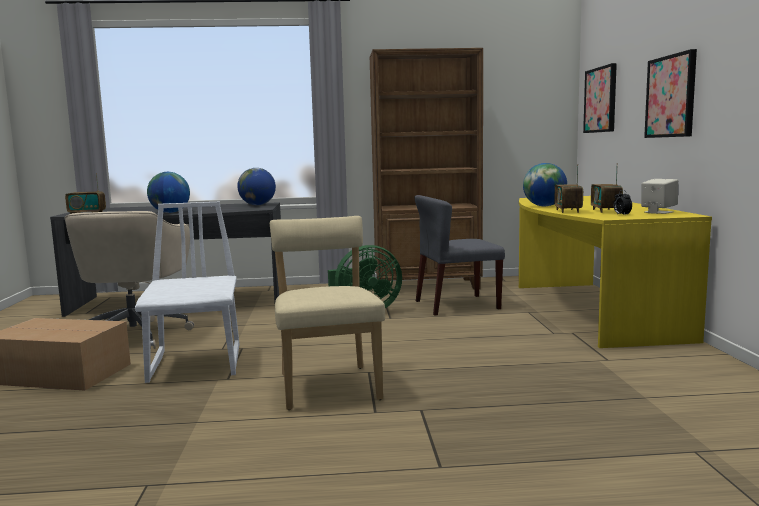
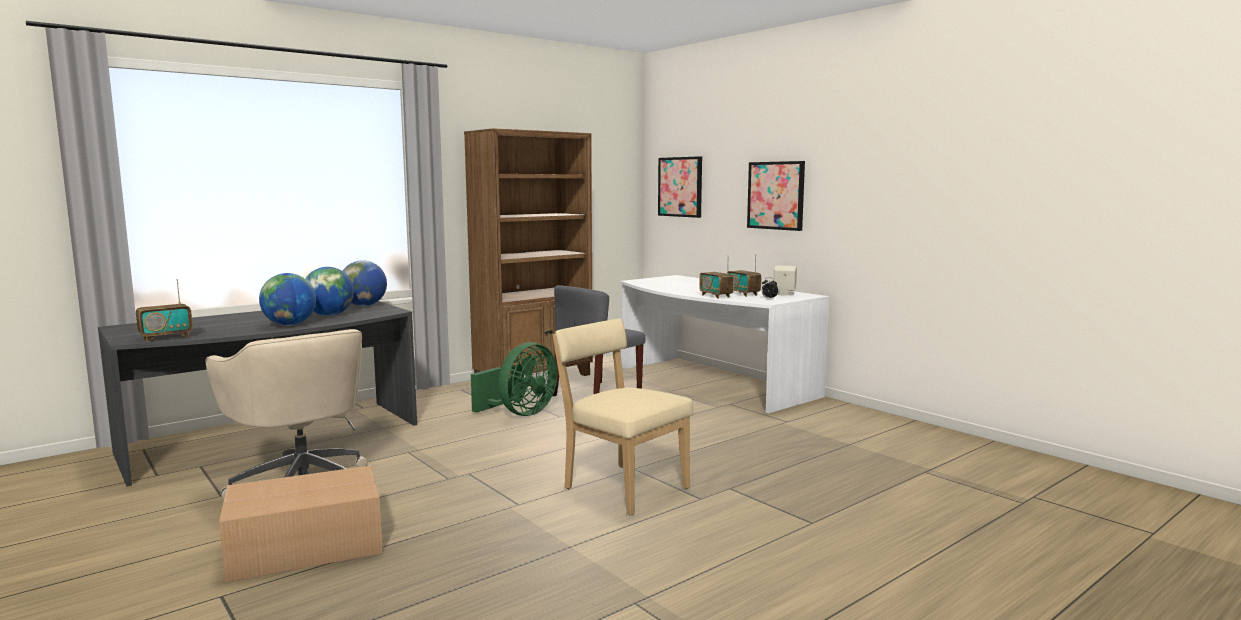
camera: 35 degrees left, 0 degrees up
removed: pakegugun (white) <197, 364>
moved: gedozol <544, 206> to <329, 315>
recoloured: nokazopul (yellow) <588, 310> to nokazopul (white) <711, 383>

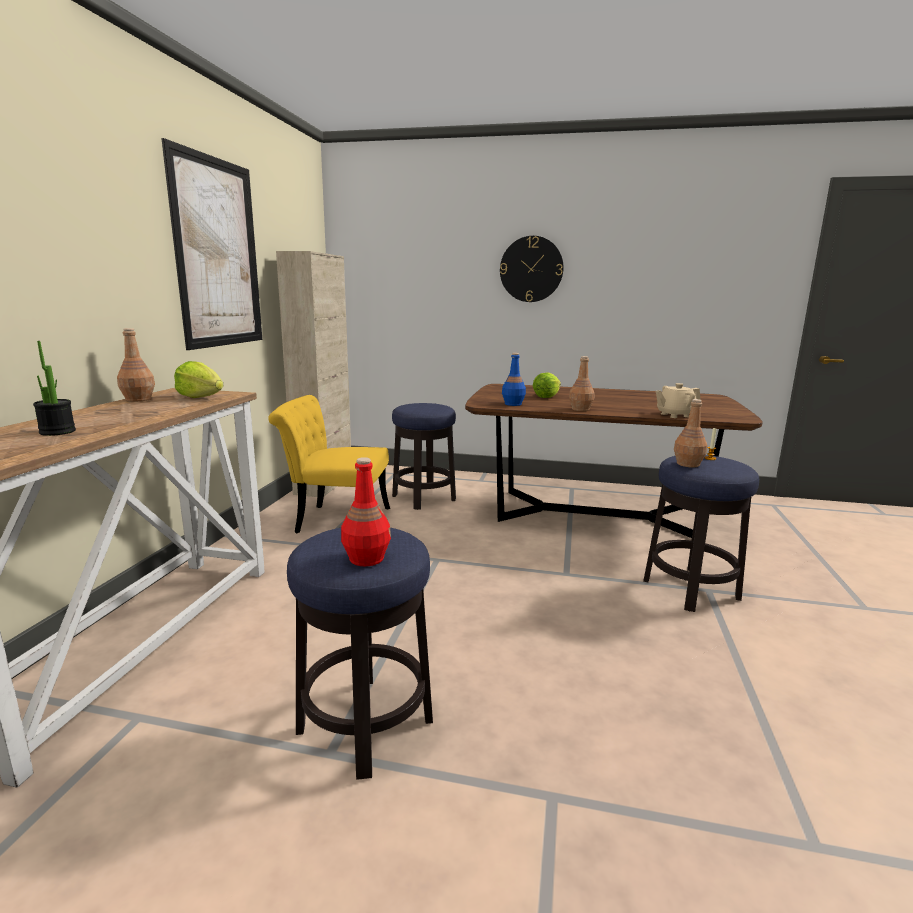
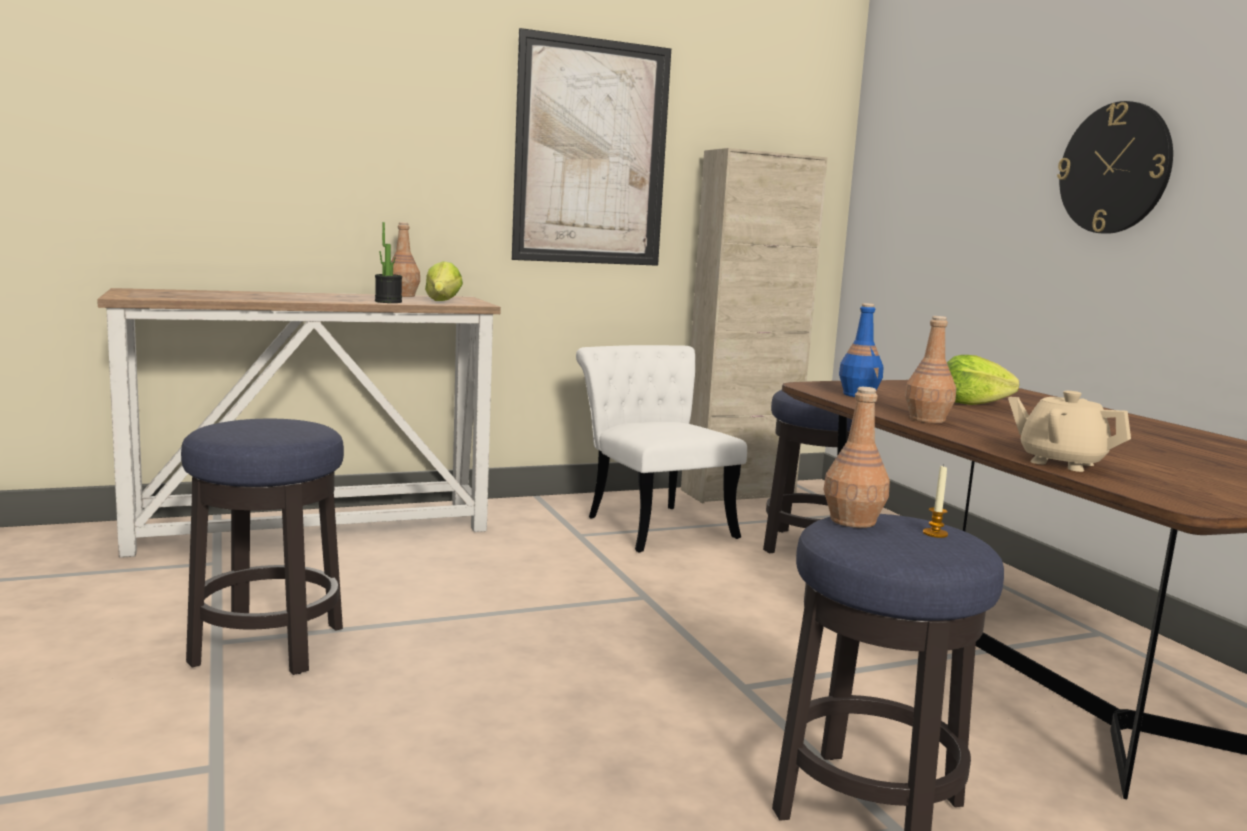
camera: 55 degrees right, 5 degrees down
removed: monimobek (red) <366, 558>
moved: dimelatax <57, 432> to <388, 302>
recoloured: pakegugun (yellow) <335, 520> to pakegugun (white) <652, 524>

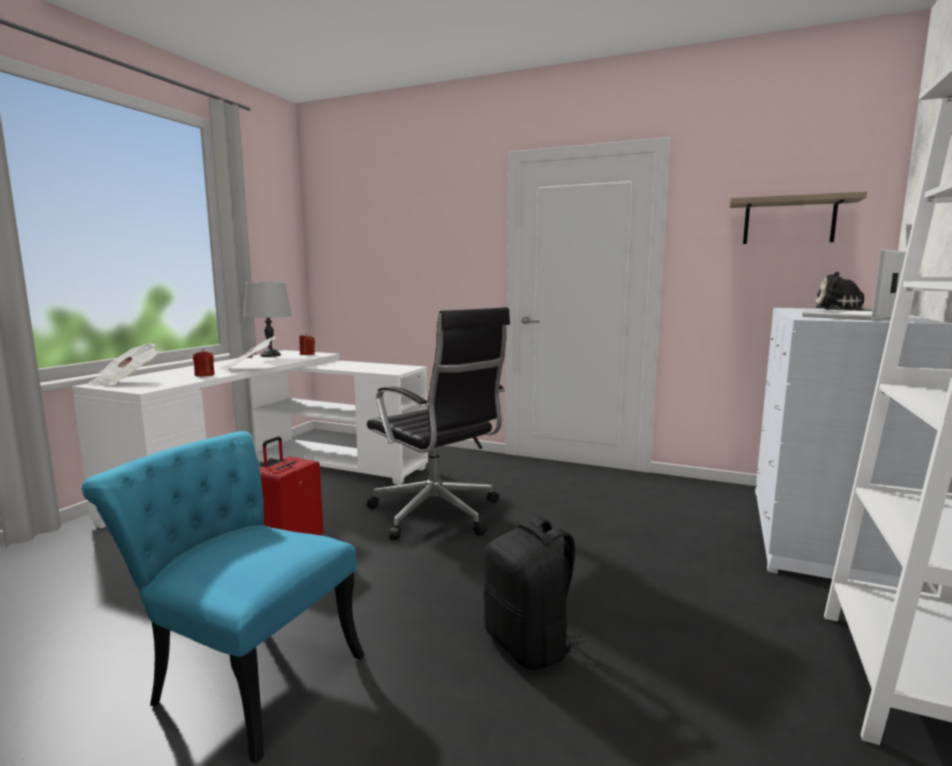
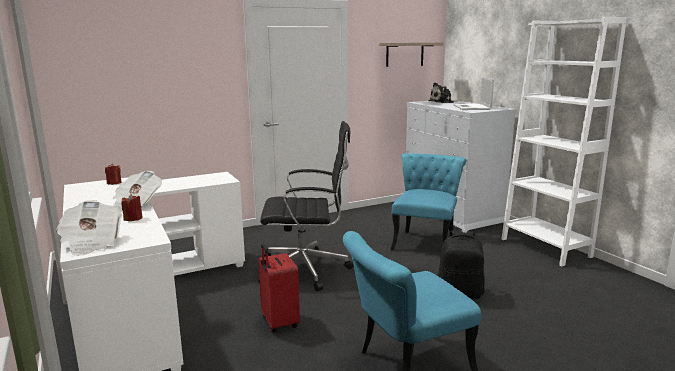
camera: 50 degrees left, 5 degrees up
removed: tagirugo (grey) <270, 355>
added: pakegugun (turquoise) <425, 241>

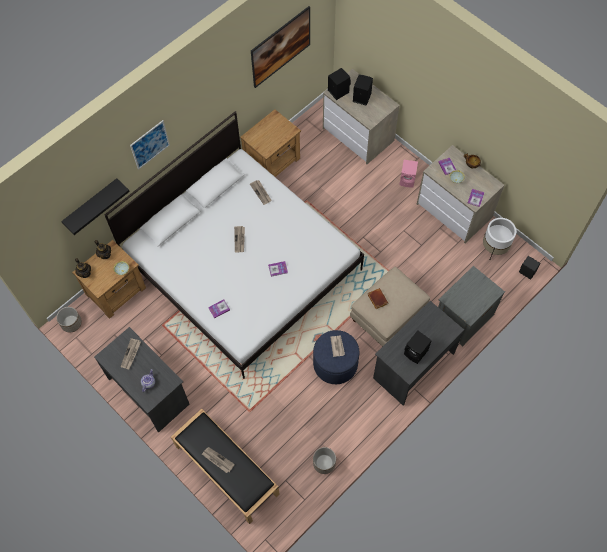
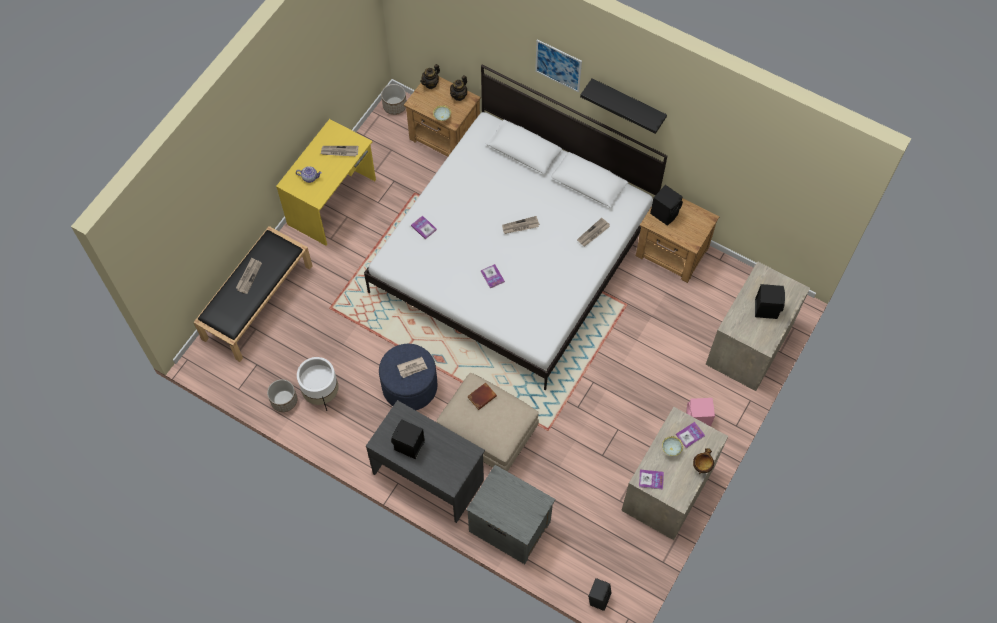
camera: 75 degrees right, 0 degrees up
removed: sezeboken <281, 56>
moved: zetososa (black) <91, 205> to <628, 104>; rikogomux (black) <338, 91> to <665, 213>; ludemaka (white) <494, 248> to <321, 394>
recoloured: nokazopul (grey) <149, 390> to nokazopul (yellow) <333, 202>

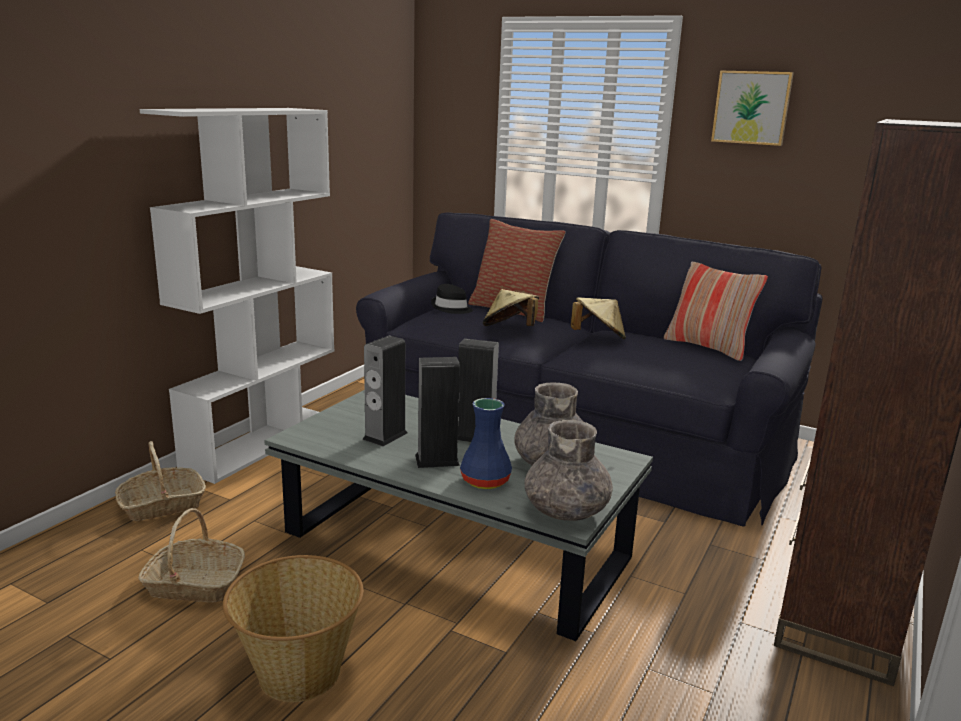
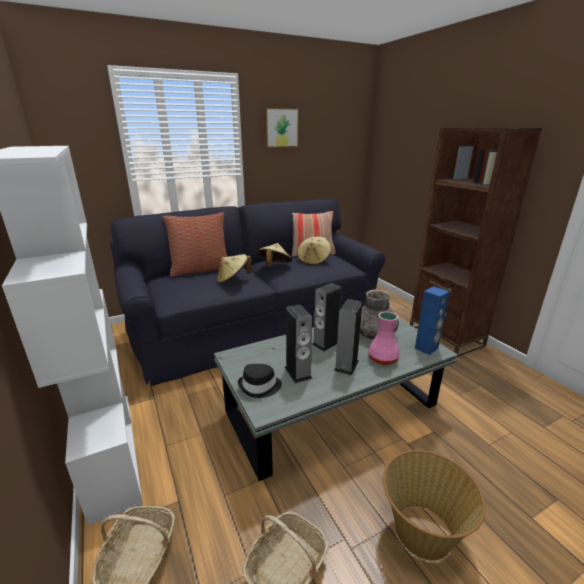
camera: 55 degrees left, 5 degrees up
added: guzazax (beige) <314, 261>
moved: guzazax (black) <451, 308> to <260, 386>
replaced: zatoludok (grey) <566, 510> to rikogomux (blue) <426, 348>
recoloured: zatoludok (blue) <484, 480> to zatoludok (pink) <382, 359>

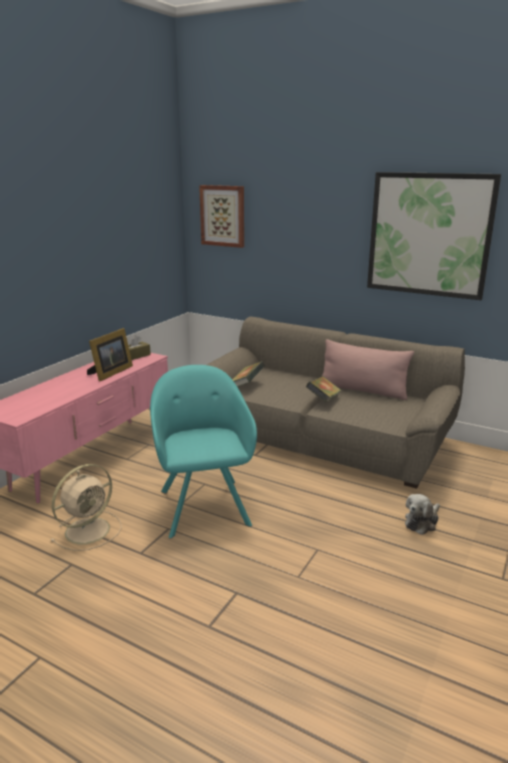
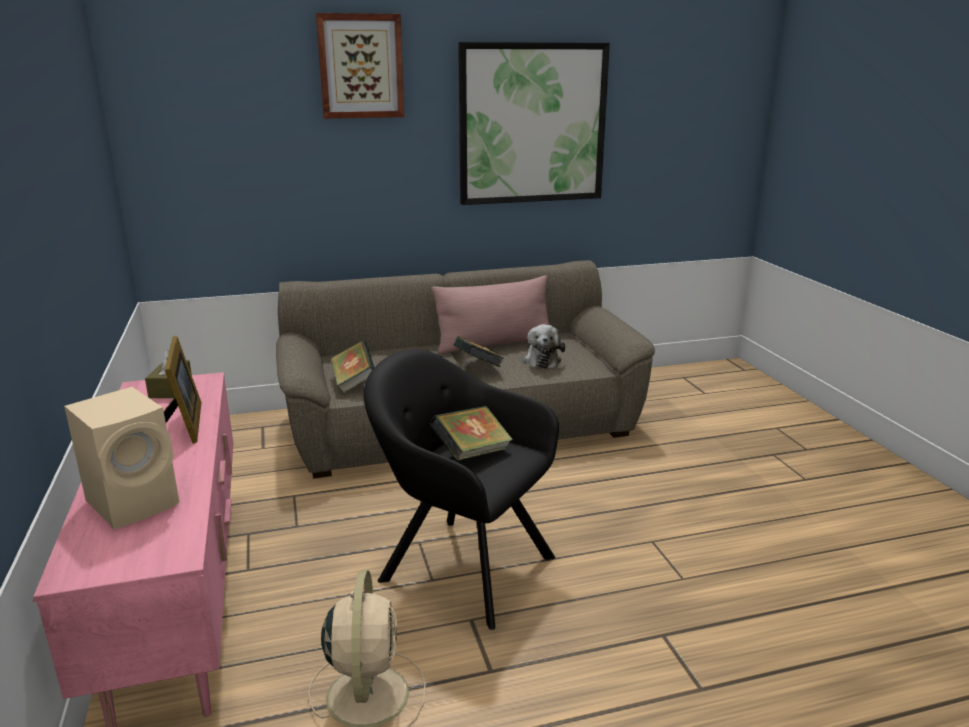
camera: 45 degrees left, 0 degrees up
added: rikogomux (beige) <136, 502>; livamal <472, 453>
moved: sezeboken <223, 216> to <361, 66>; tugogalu <422, 522> to <542, 360>
recoloured: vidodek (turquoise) <203, 504> to vidodek (black) <460, 566>

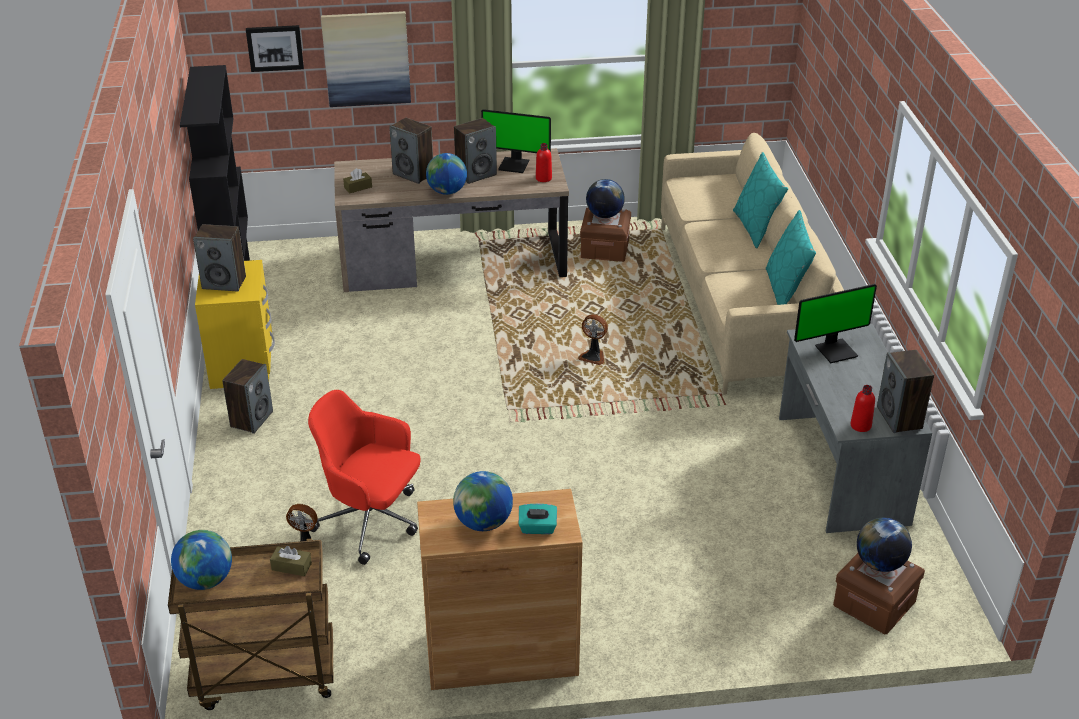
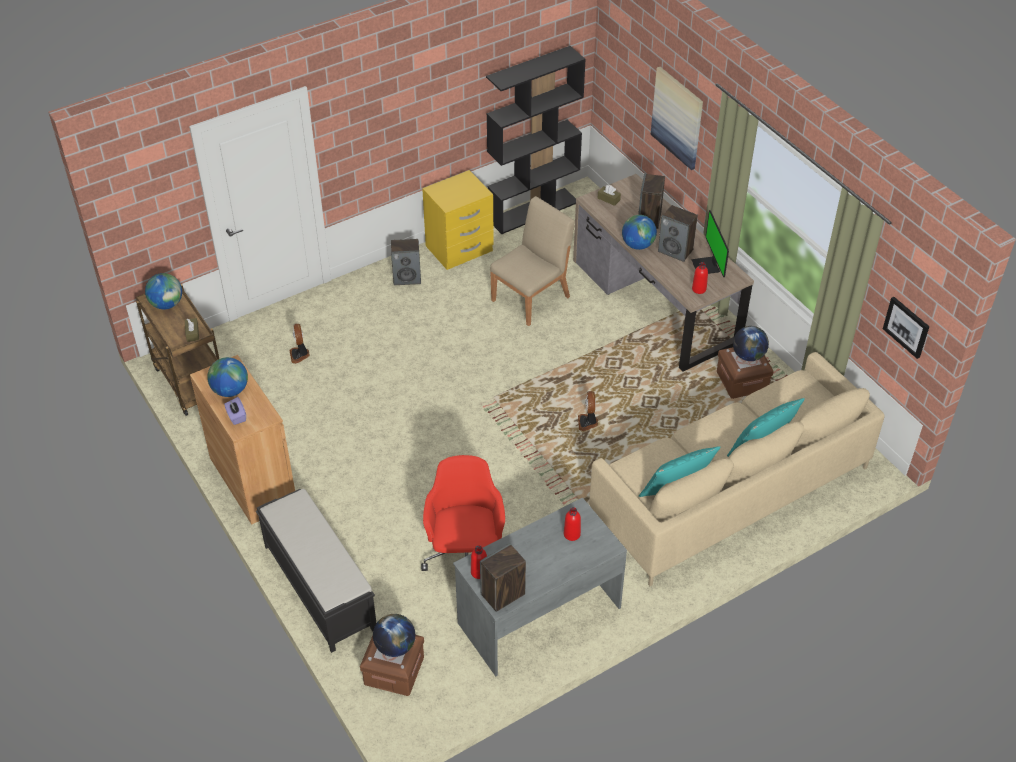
camera: 65 degrees right, 10 degrees up
removed: rikogomux <224, 282>
added: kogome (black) <319, 586>; pakegugun (beige) <531, 298>
moved: sezeboken <275, 47> to <906, 327>; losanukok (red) <371, 521> to <465, 554>
replaced: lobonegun <835, 350> to monimobek (red) <572, 534>
recoloured: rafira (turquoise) <537, 528> to rafira (purple) <236, 416>

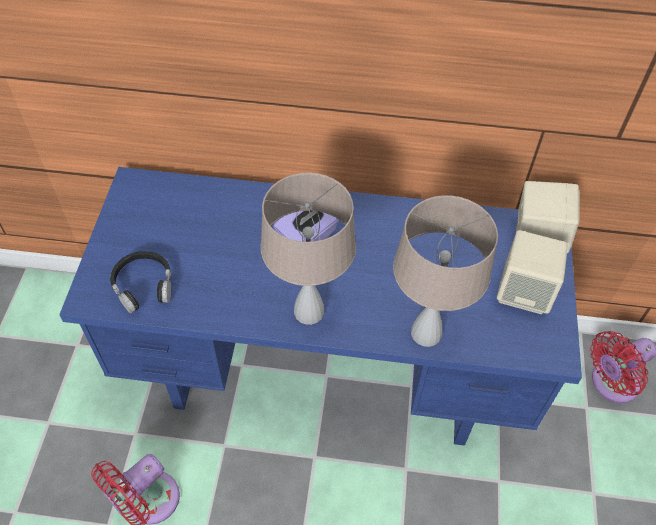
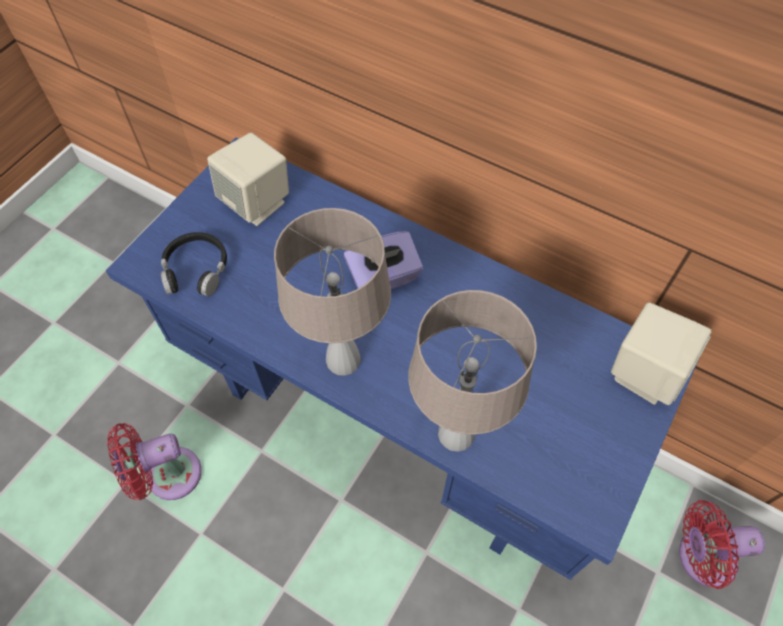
camera: 25 degrees right, 5 degrees up
moved: rikogomux (beige) <524, 292> to <257, 203>

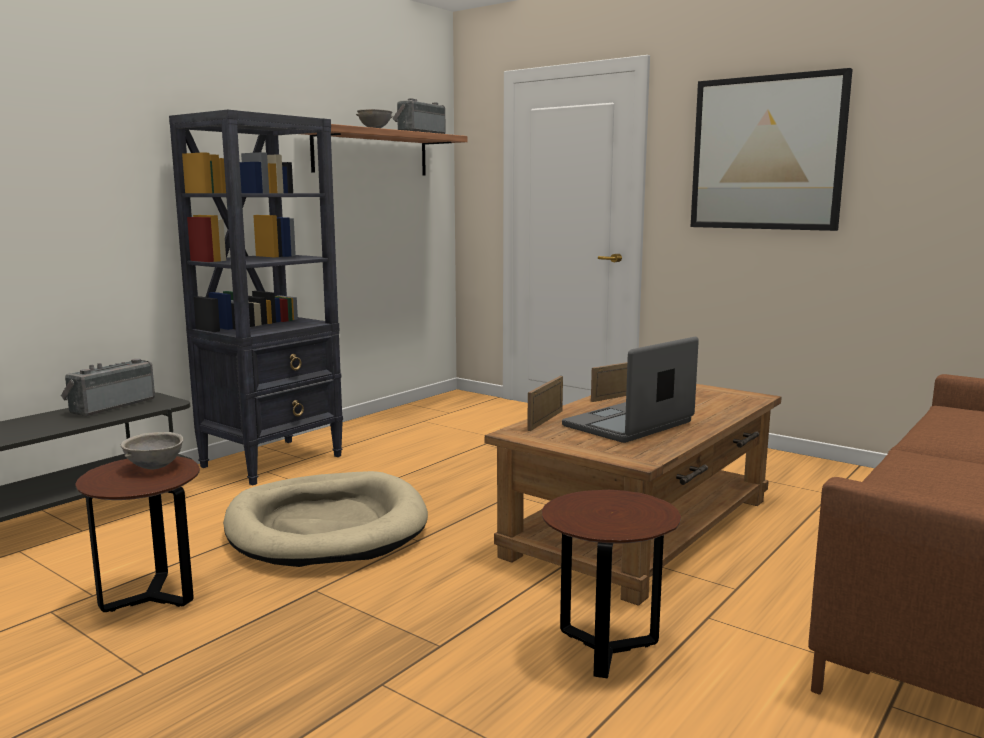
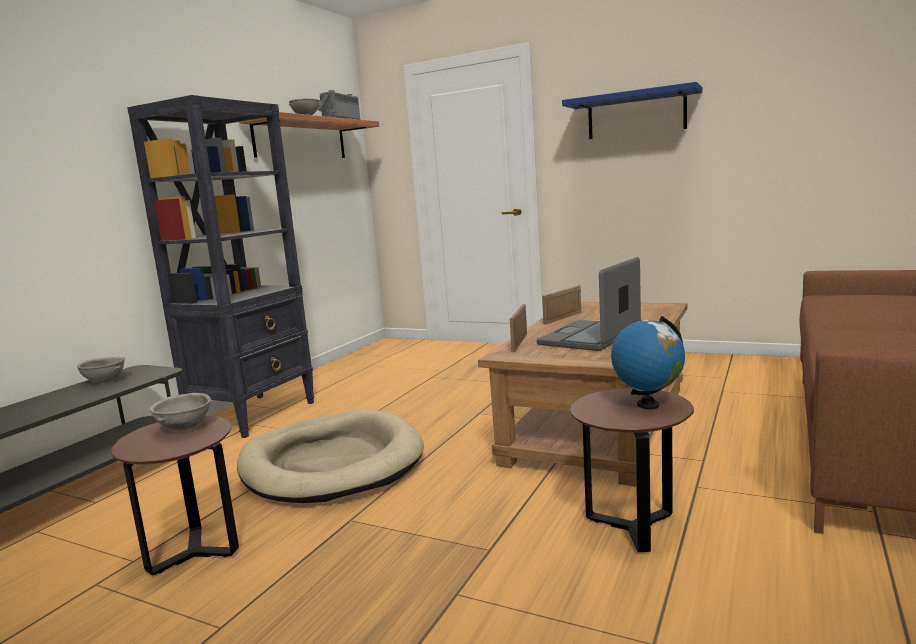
camera: 10 degrees left, 0 degrees up
added: gedozol <647, 405>
replaced: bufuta <110, 406> to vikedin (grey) <105, 381>; sezeboken <767, 153> to zetososa (blue) <636, 115>

